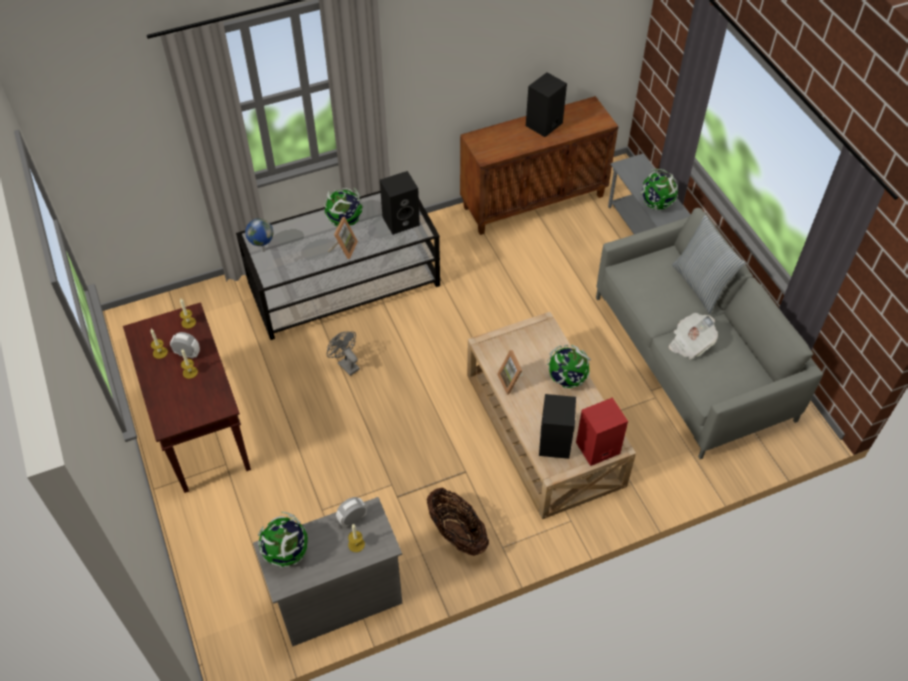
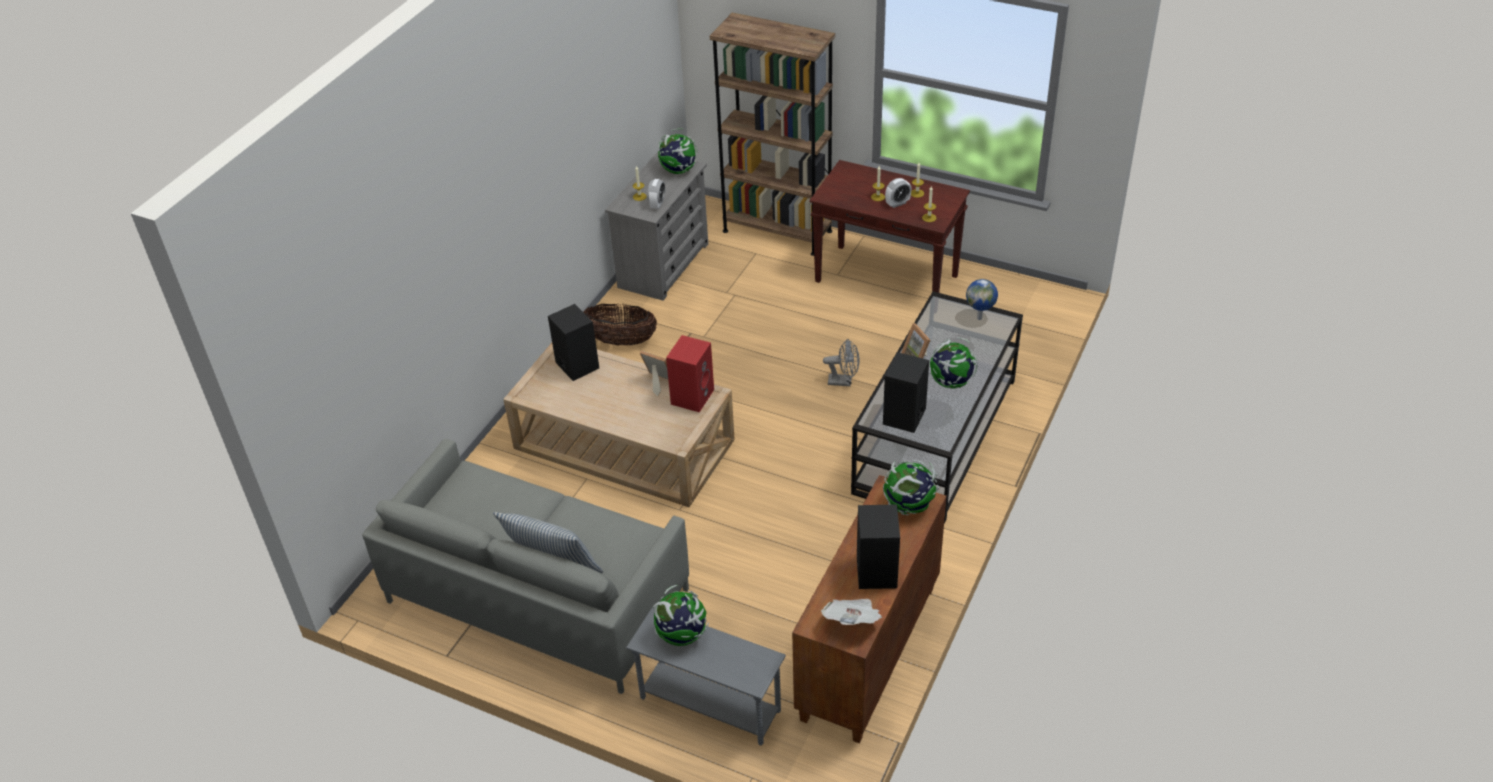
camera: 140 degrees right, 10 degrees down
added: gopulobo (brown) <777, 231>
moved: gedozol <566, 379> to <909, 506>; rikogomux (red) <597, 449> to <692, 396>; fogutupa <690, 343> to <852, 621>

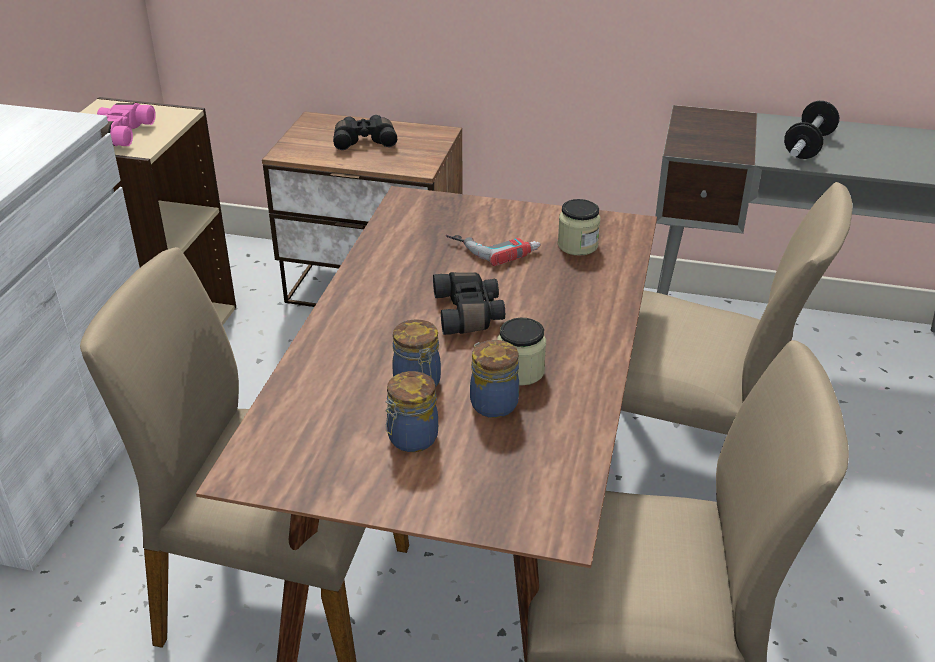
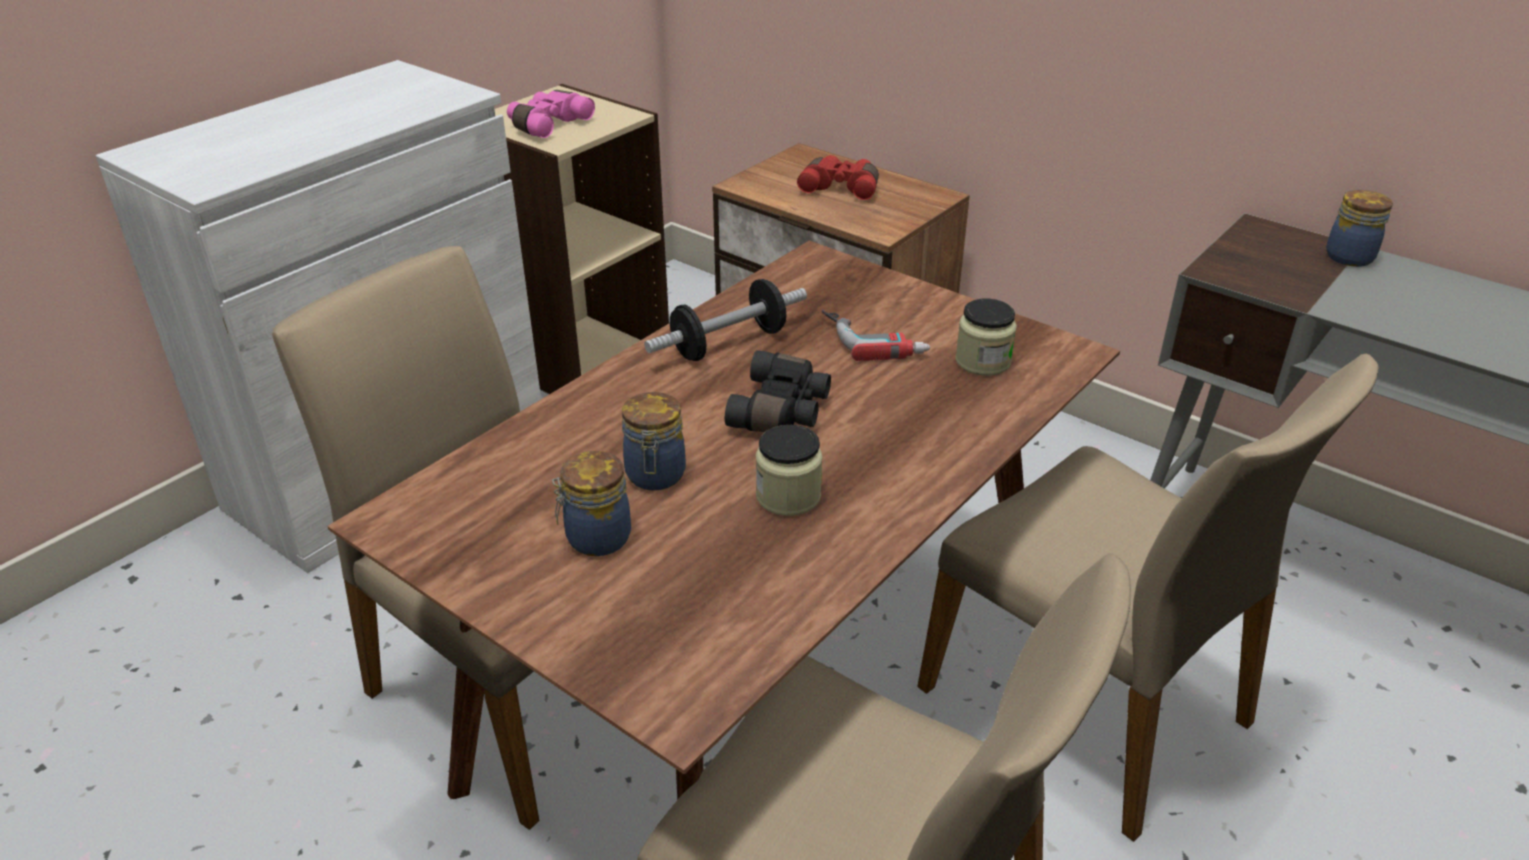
camera: 25 degrees right, 0 degrees up
moved: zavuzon <492, 403> to <1347, 256>; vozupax <808, 146> to <728, 343>
recoloured: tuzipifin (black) <364, 140> to tuzipifin (red) <841, 187>

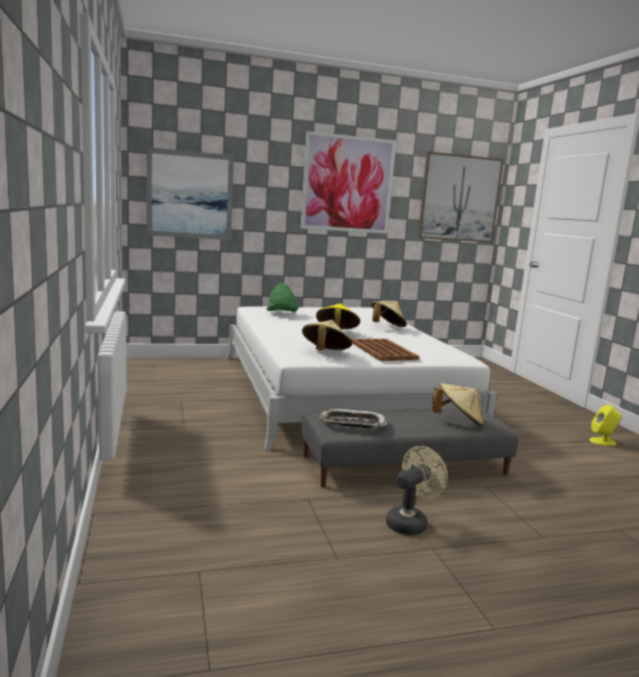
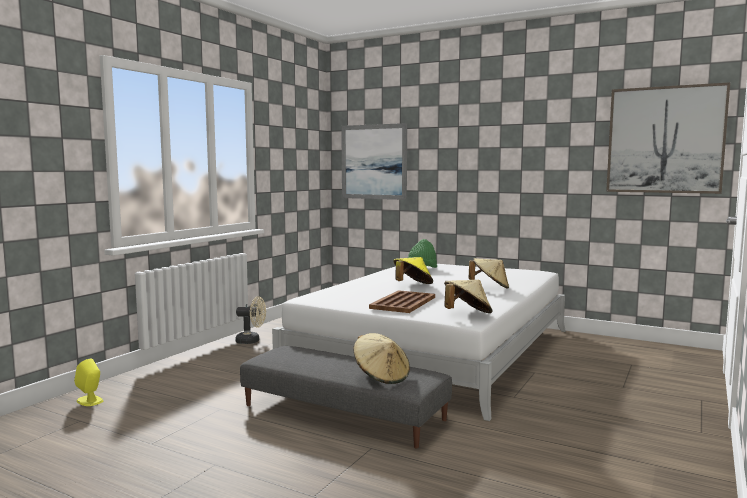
camera: 45 degrees right, 5 degrees down
removed: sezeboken <348, 184>; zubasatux <352, 423>
moved: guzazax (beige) <325, 353> to <467, 314>; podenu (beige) <410, 522> to <251, 341>; rikogomux (yellow) <603, 441> to <90, 401>

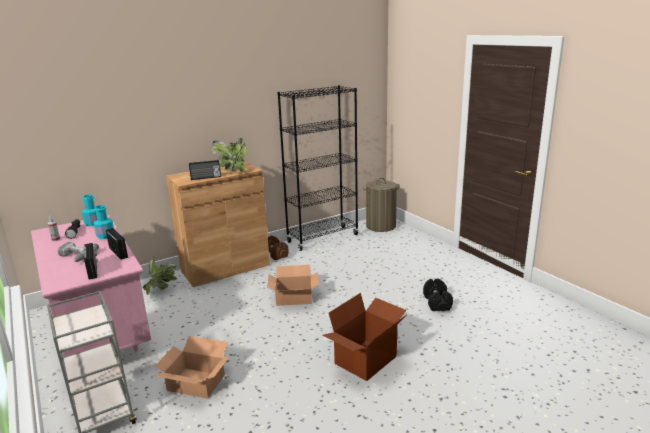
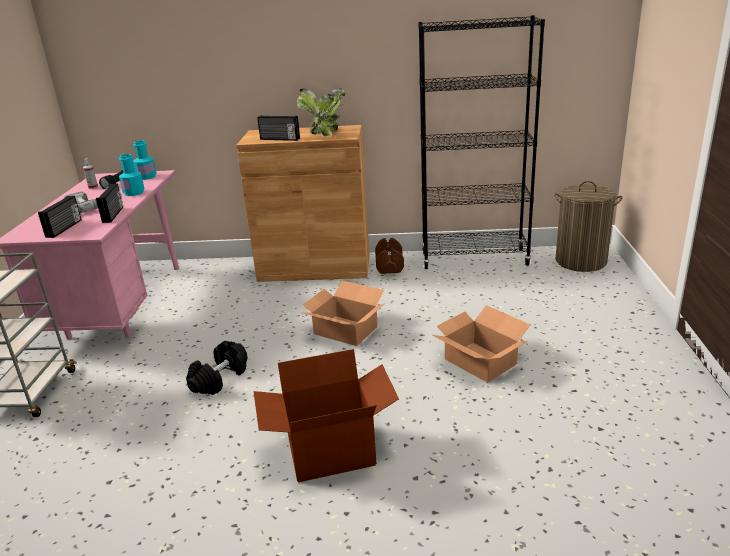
camera: 35 degrees right, 5 degrees up
removed: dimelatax <162, 289>
moved: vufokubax <196, 382> to <480, 361>; vozupax (black) <437, 303> to <220, 379>

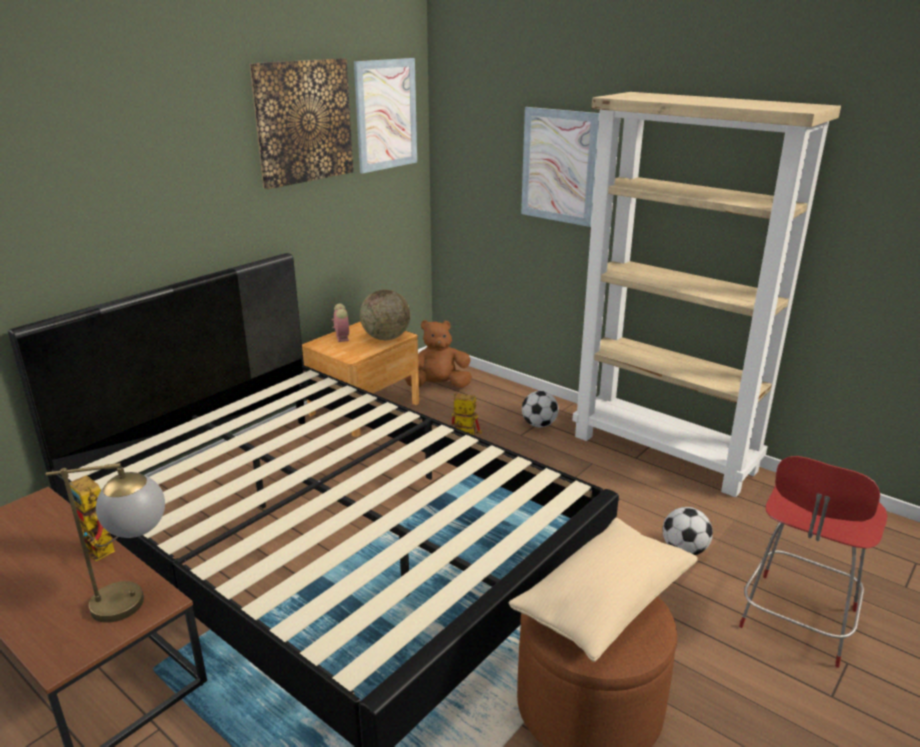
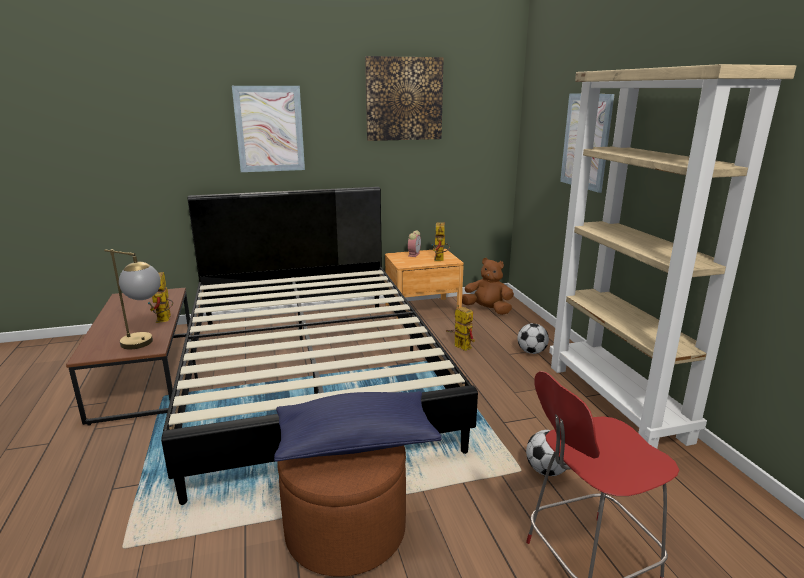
camera: 35 degrees right, 5 degrees down
moved: sezeboken <386, 115> to <269, 129>
replaced: gedozol <386, 338> to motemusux <440, 260>
recoloured: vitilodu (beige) <604, 602> to vitilodu (blue) <356, 442>

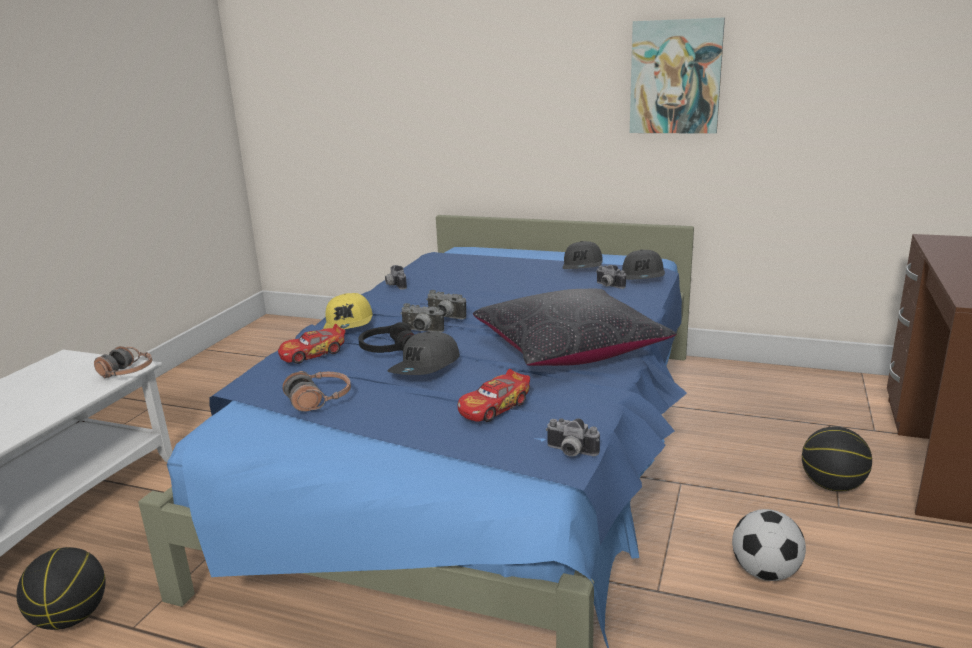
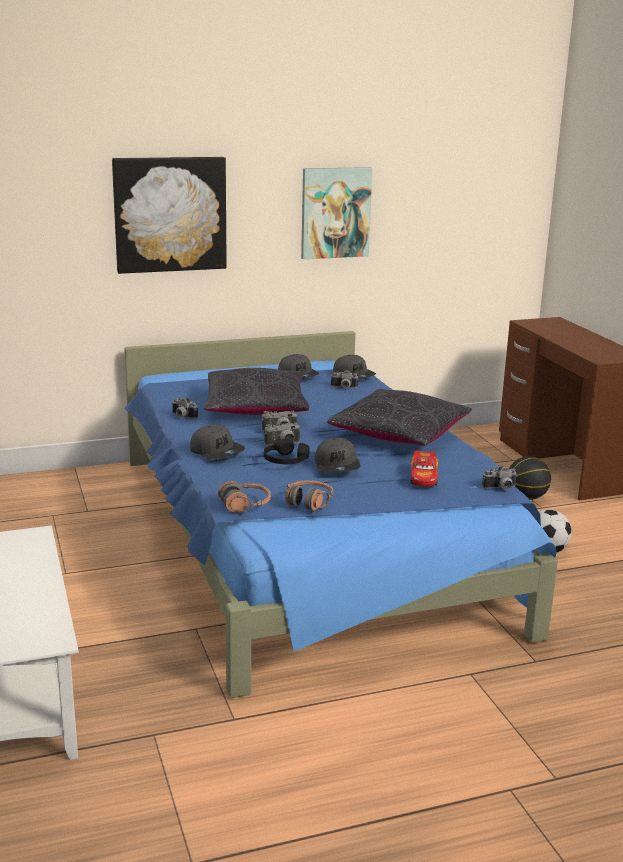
camera: 40 degrees left, 0 degrees up
removed: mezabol <70, 618>; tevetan <312, 353>
added: sezeboken <170, 214>; vitilodu (black) <256, 408>
moved: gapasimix <126, 373> to <245, 505>
recoloured: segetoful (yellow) <349, 324> to segetoful (grey) <217, 451>

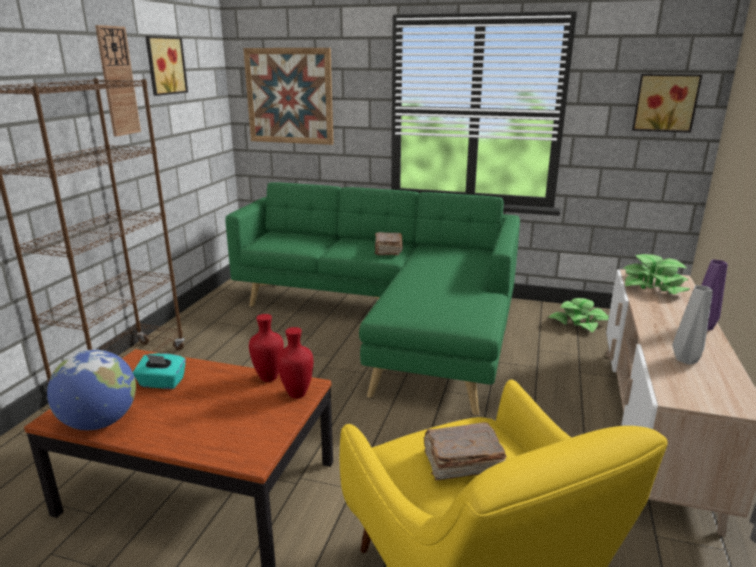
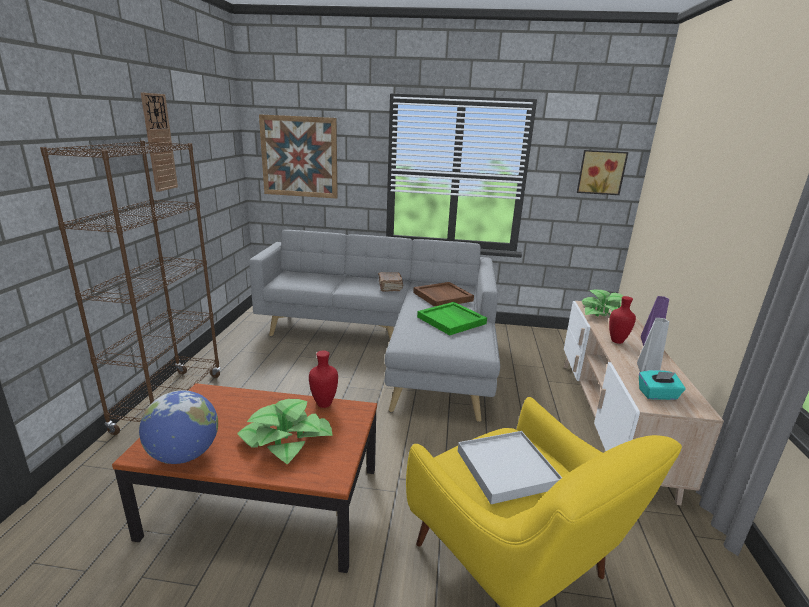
camera: 10 degrees left, 0 degrees up
removed: sezeboken <164, 65>
added: zubasatux (brown) <442, 296>; zubasatux (green) <452, 320>
moved: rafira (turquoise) <161, 383> to <658, 395>; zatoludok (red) <298, 394> to <618, 341>; dimelatax <579, 323> to <286, 439>
replaced: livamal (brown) <461, 463> to zubasatux (white) <506, 468>
recoloured: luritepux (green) <390, 325> to luritepux (grey) <392, 348>

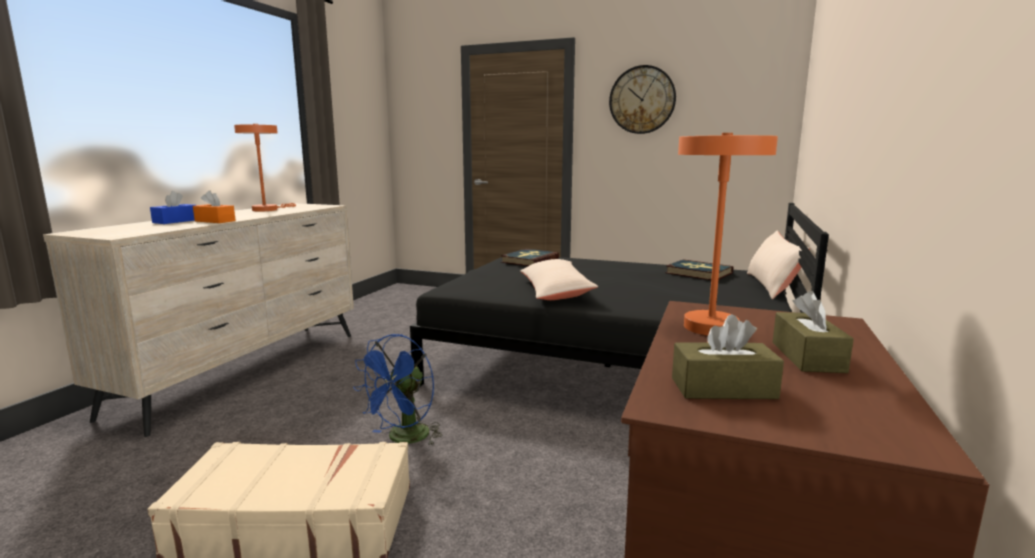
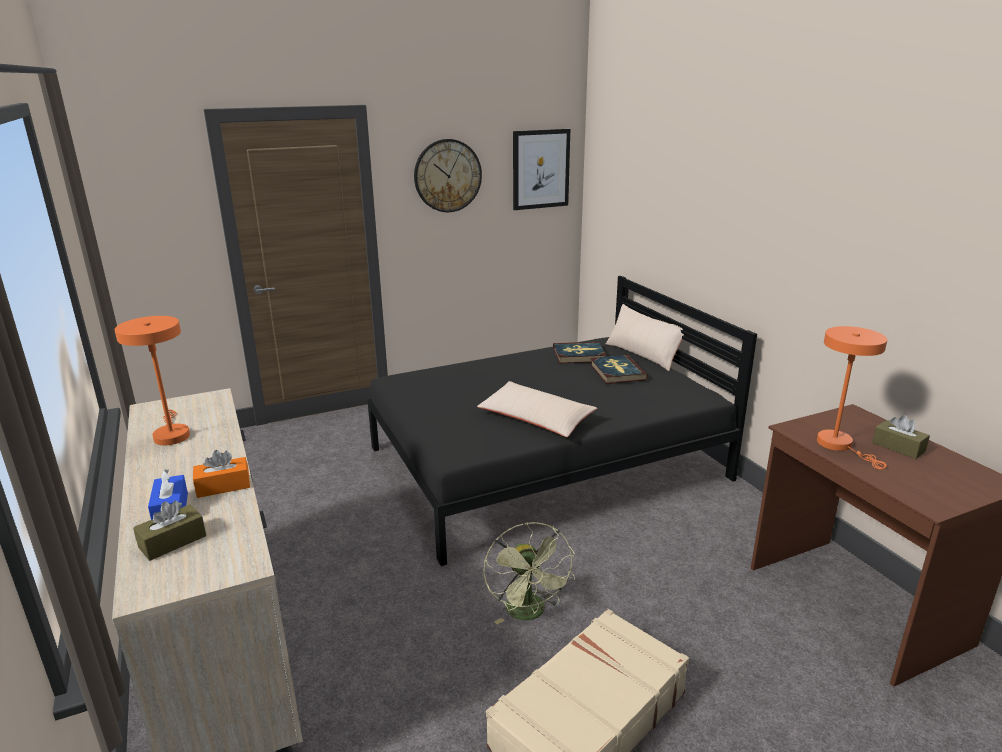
camera: 45 degrees left, 10 degrees up
added: sezeboken <540, 169>
moved: livamal <529, 260> to <617, 372>; rafira (brown) <723, 388> to <172, 541>
recoloured: podenu (blue) <403, 439> to podenu (green) <529, 613>

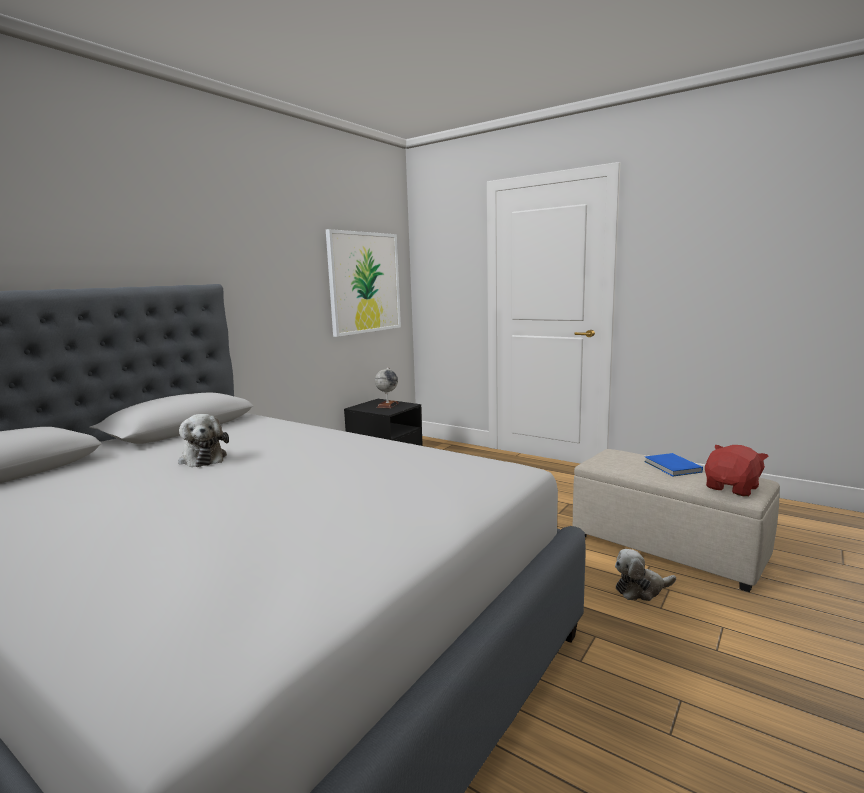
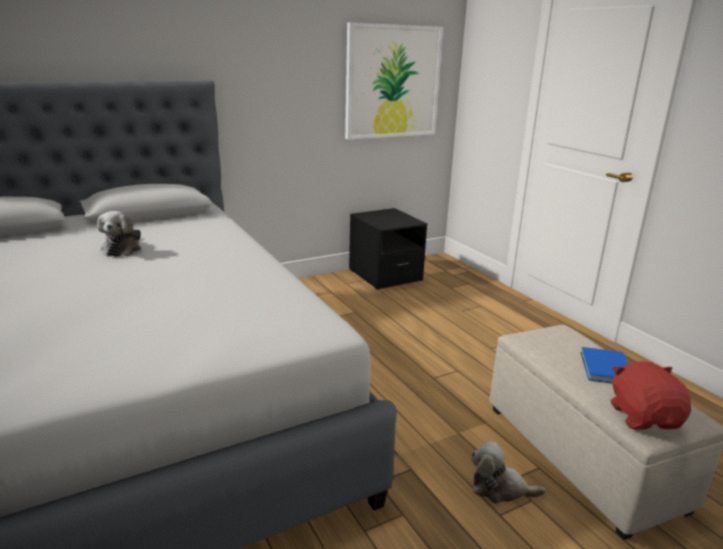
camera: 25 degrees right, 10 degrees up
removed: gedozol <387, 405>
turned: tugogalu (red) <732, 488> = <644, 417> 75 degrees counterclockwise

